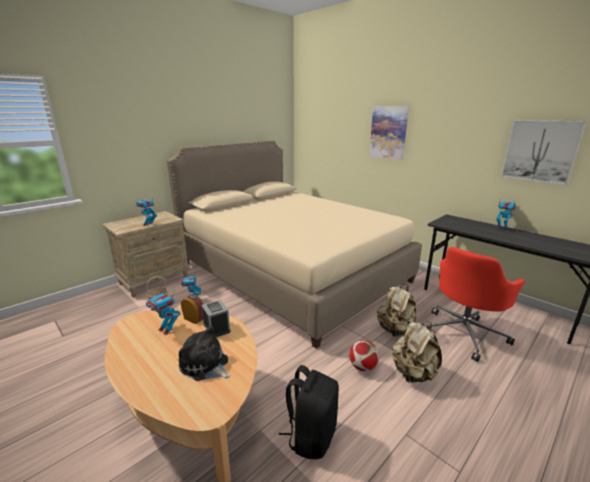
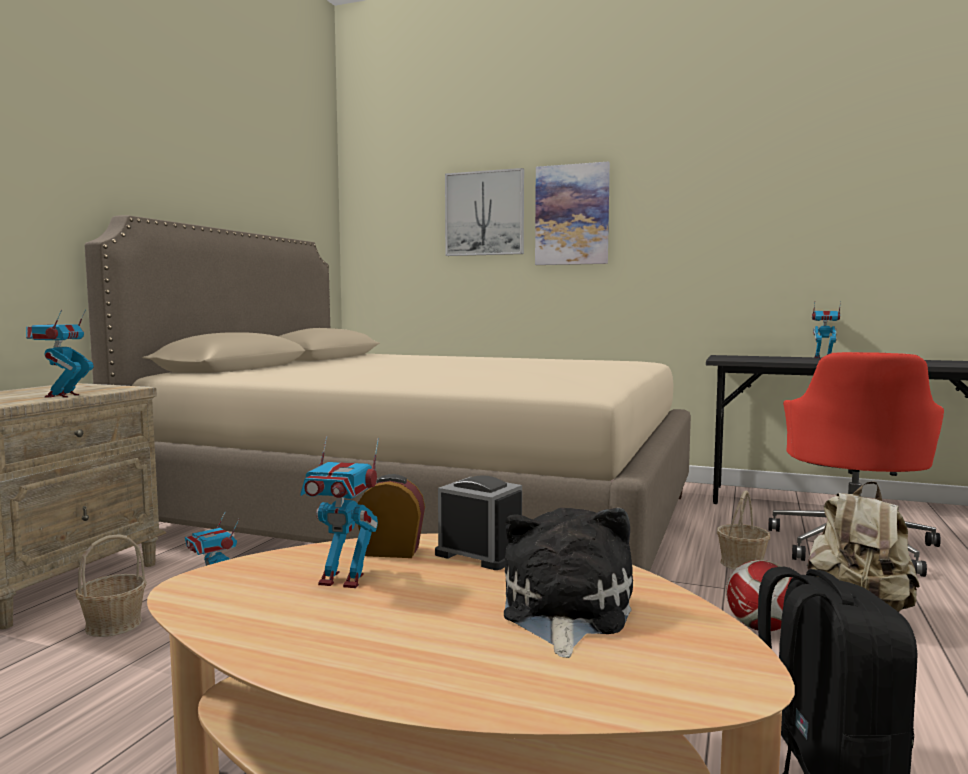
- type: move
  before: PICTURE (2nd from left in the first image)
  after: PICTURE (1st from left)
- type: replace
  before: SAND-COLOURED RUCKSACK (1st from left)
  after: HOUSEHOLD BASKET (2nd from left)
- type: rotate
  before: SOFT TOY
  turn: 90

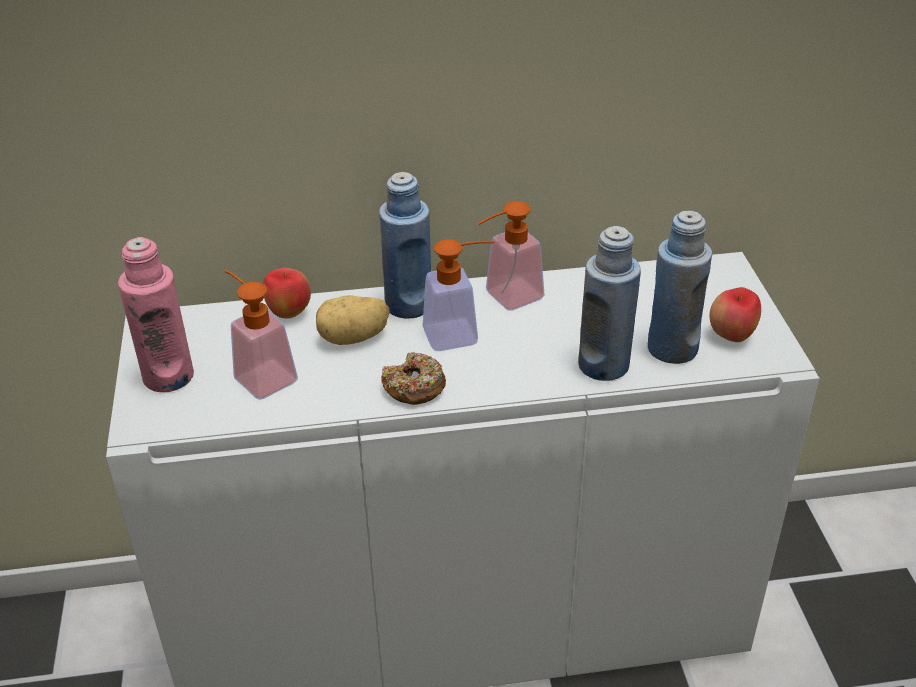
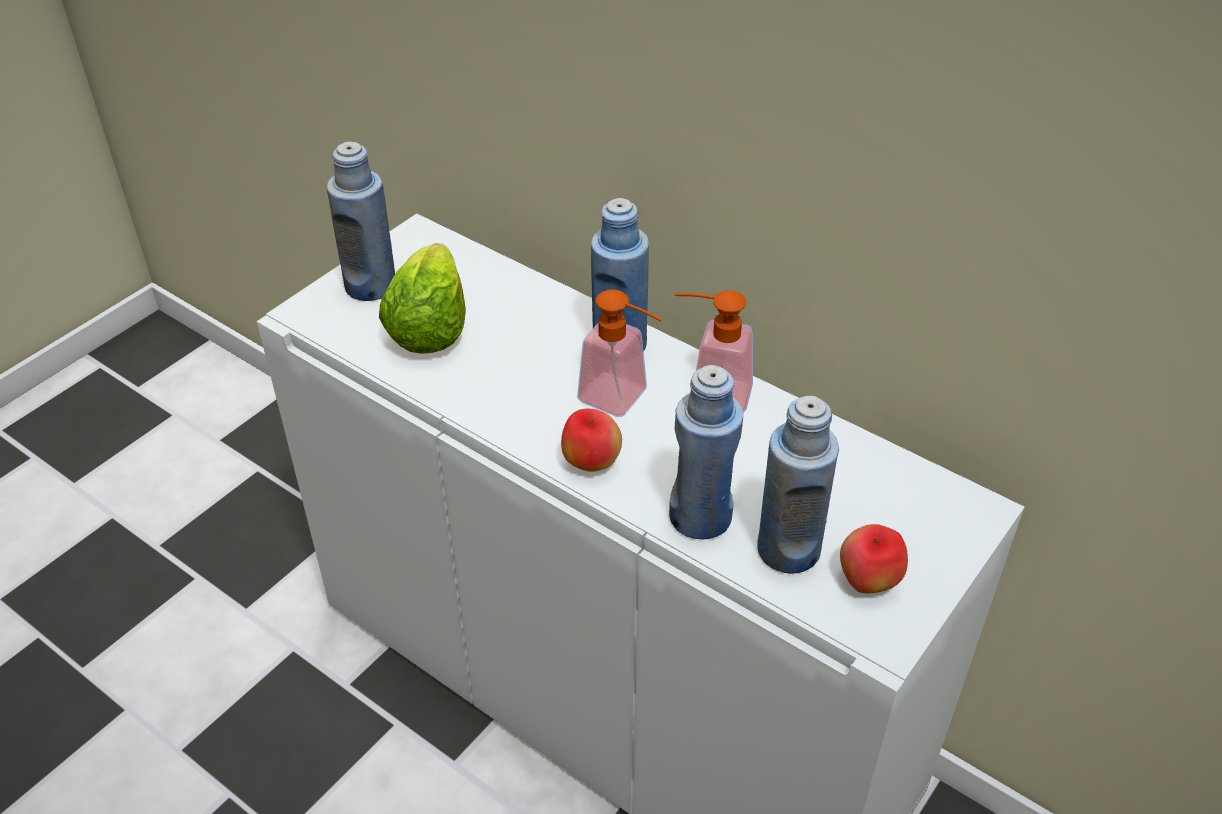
- type: recolor
  before: PINK-COLOURED BEVERAGE BOTTLE
  after: BLUE-COLOURED BEVERAGE BOTTLE (1st from left)
- type: move
  before: APPLE FRUIT (1st from left)
- type: replace
  before: LIQUID SOAP BOTTLE (1st from left)
  after: LETTUCE
- type: delete
  before: POTATO
- type: delete
  before: DONUT

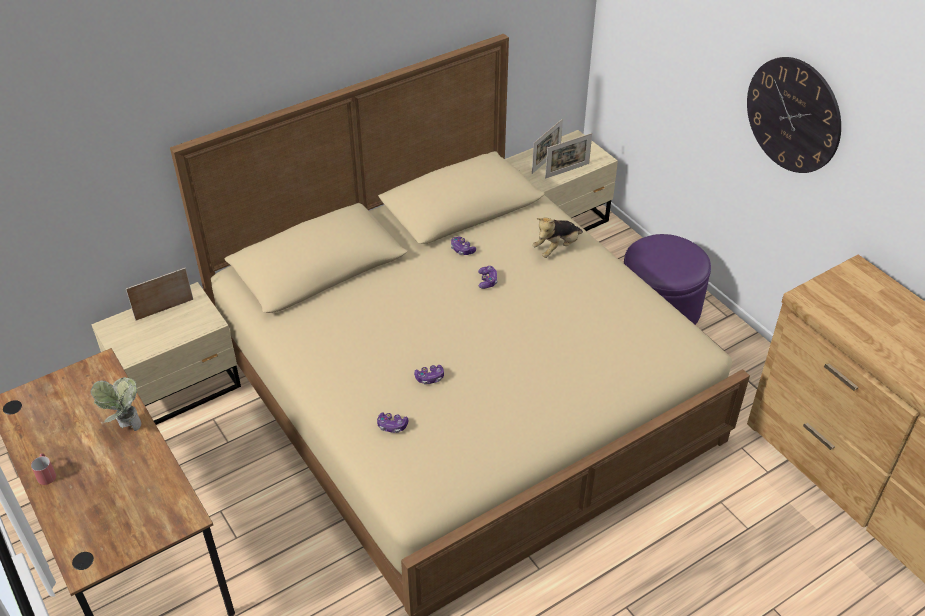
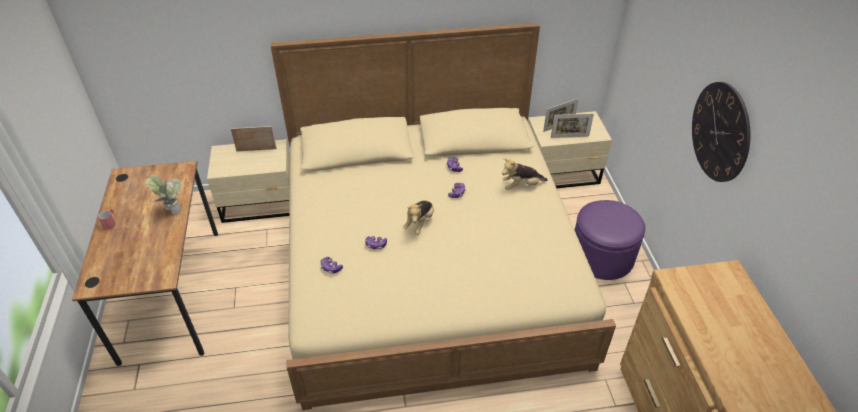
- type: insert
  after: SOFT TOY (1st from left)

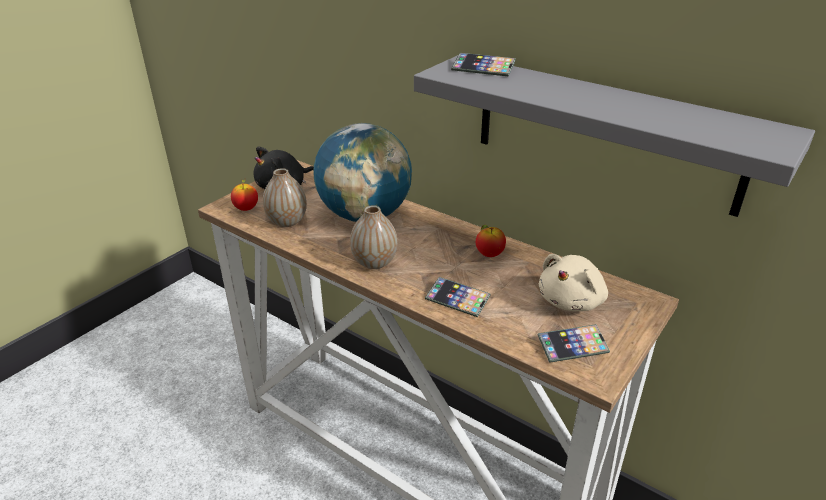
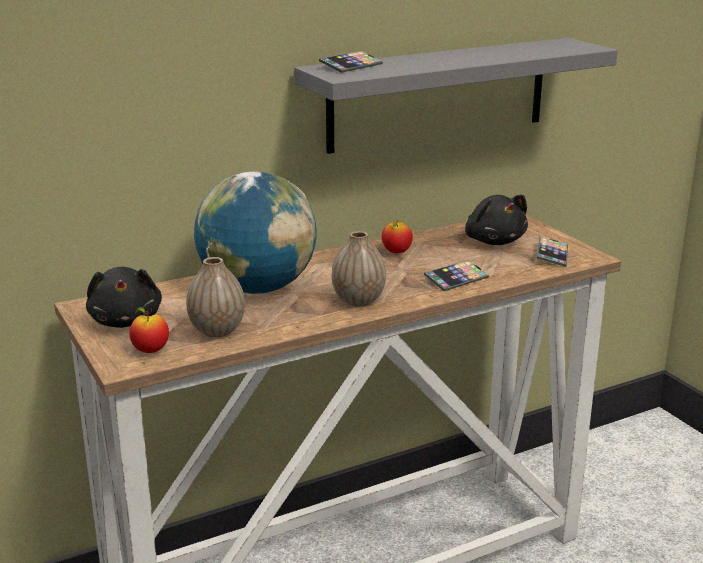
- type: recolor
  before: SAND-COLOURED SOFT TOY
  after: BLACKISH SOFT TOY (2nd from left)

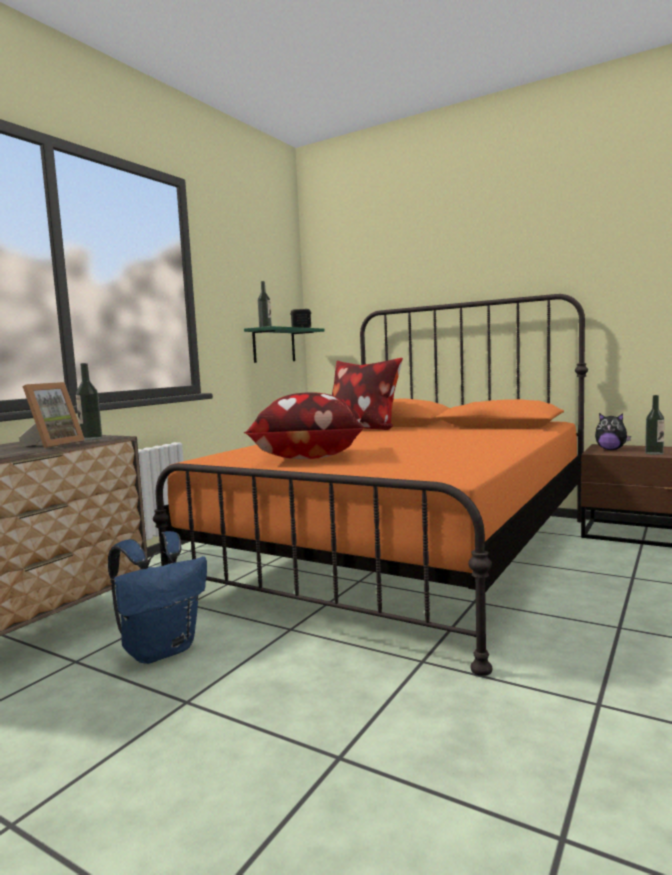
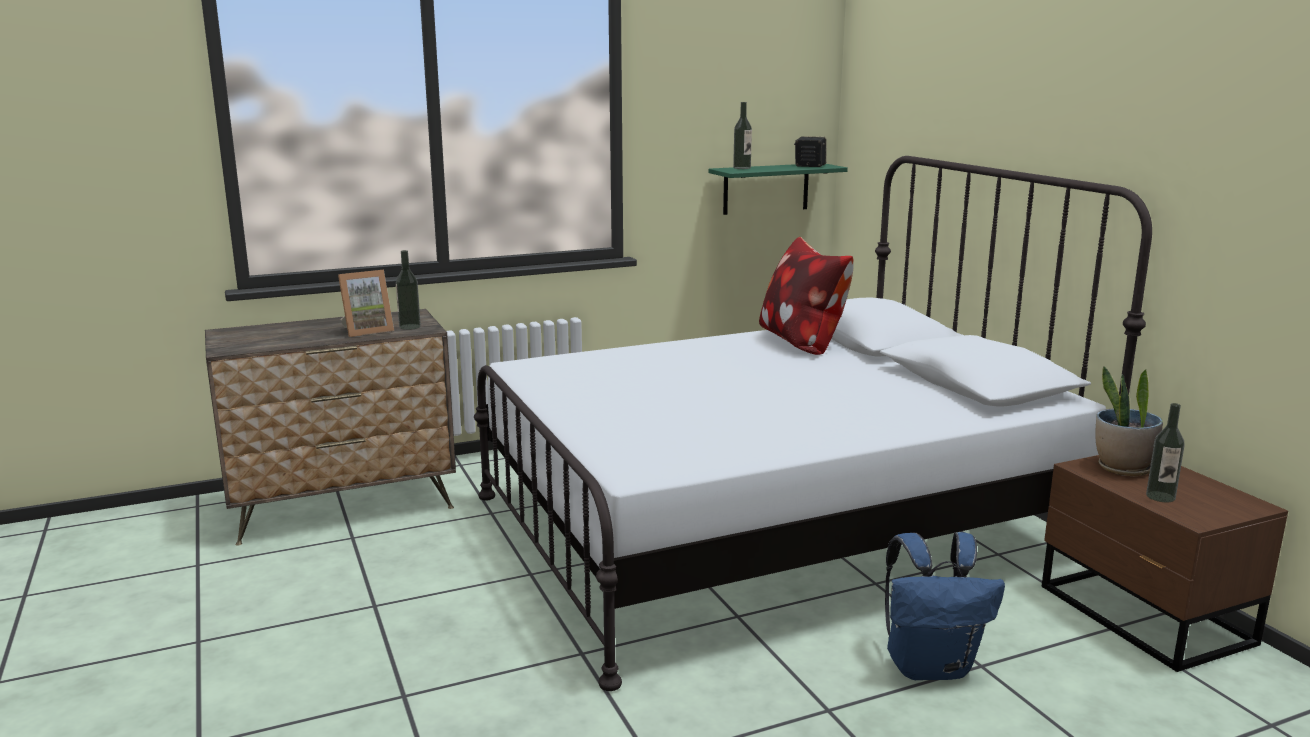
- type: recolor
  before: ORANGEY SLEEPING BED
  after: WHITE SLEEPING BED
- type: delete
  before: PILLOW (1st from left)
- type: replace
  before: SOFT TOY
  after: POTTED PLANT
- type: move
  before: BLUE-COLOURED RUCKSACK

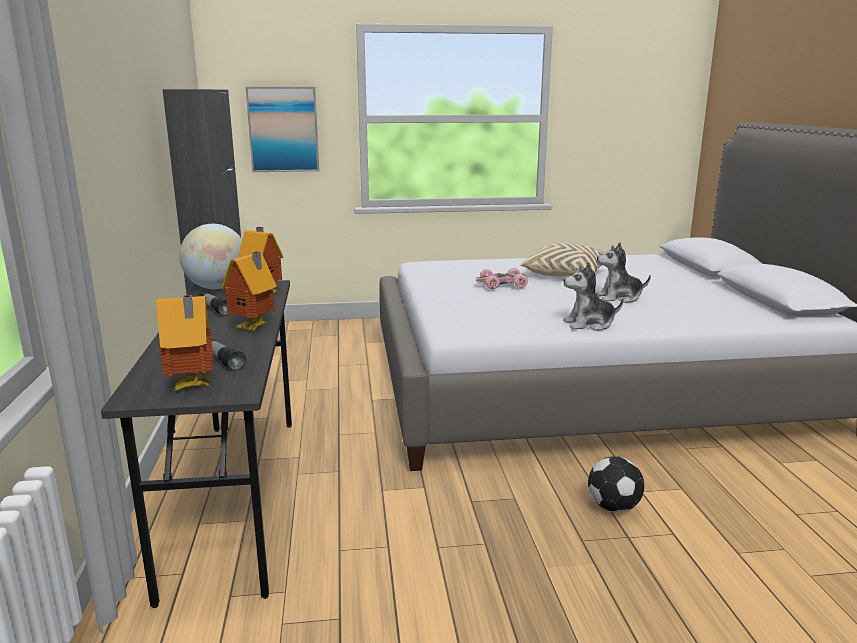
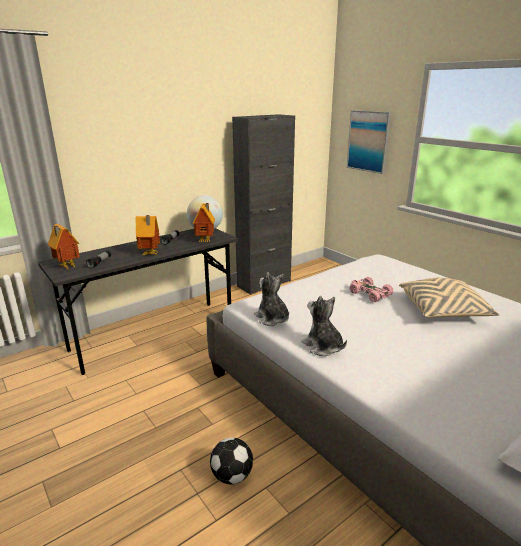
- type: move
  before: SOFT TOY (2nd from left in the first image)
  after: SOFT TOY (1st from left)

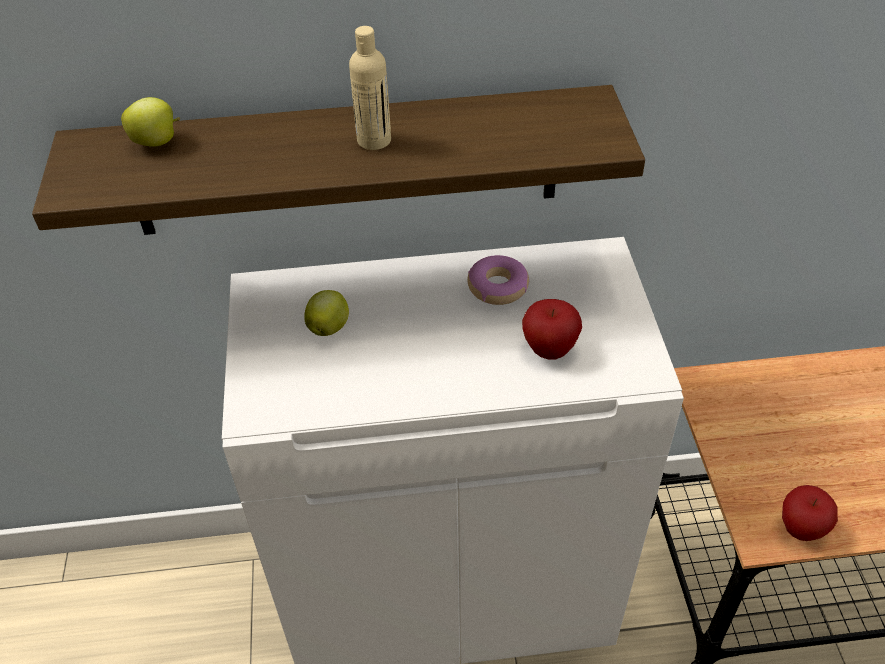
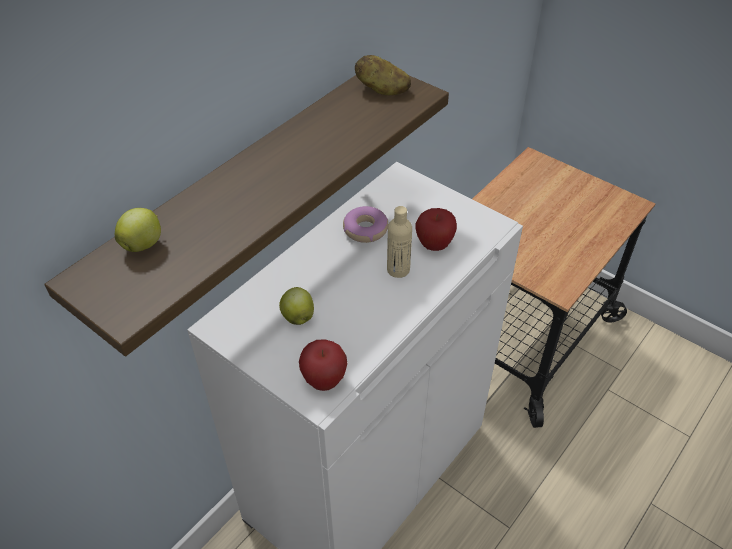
- type: move
  before: SAND-COLOURED BEVERAGE BOTTLE
- type: move
  before: APPLE FRUIT (4th from left in the first image)
  after: APPLE FRUIT (3rd from left)
- type: insert
  after: POTATO

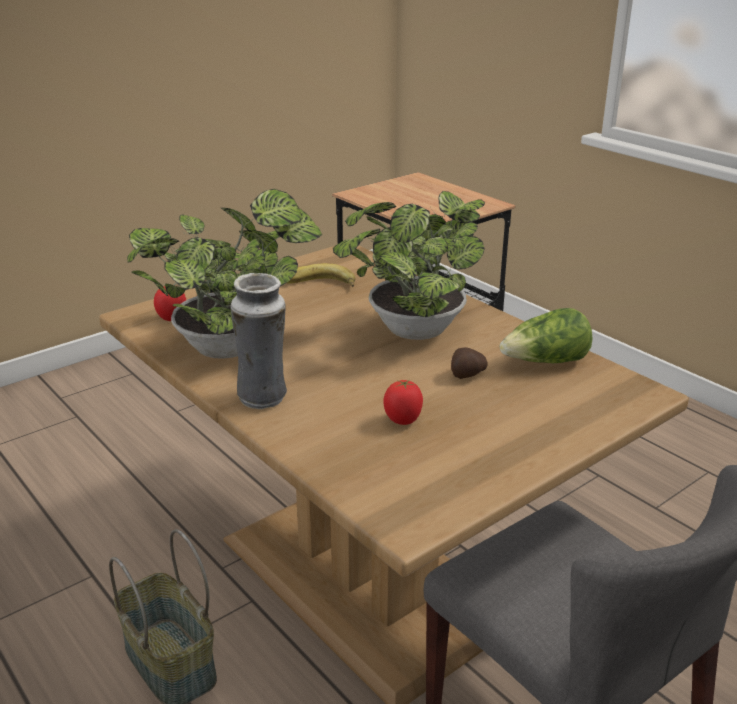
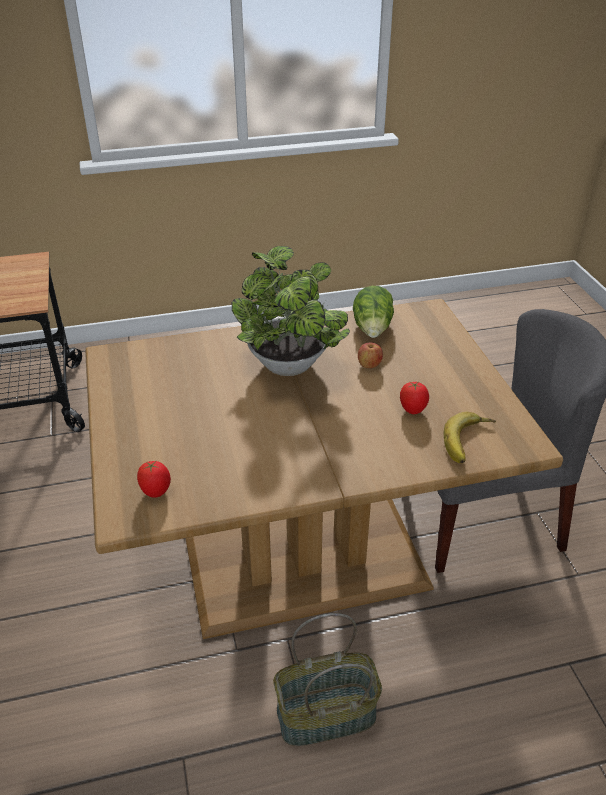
- type: delete
  before: POTTED PLANT (1st from left)
- type: move
  before: BANANA FRUIT
- type: delete
  before: DECORATIVE VASE
- type: replace
  before: POTATO
  after: APPLE FRUIT

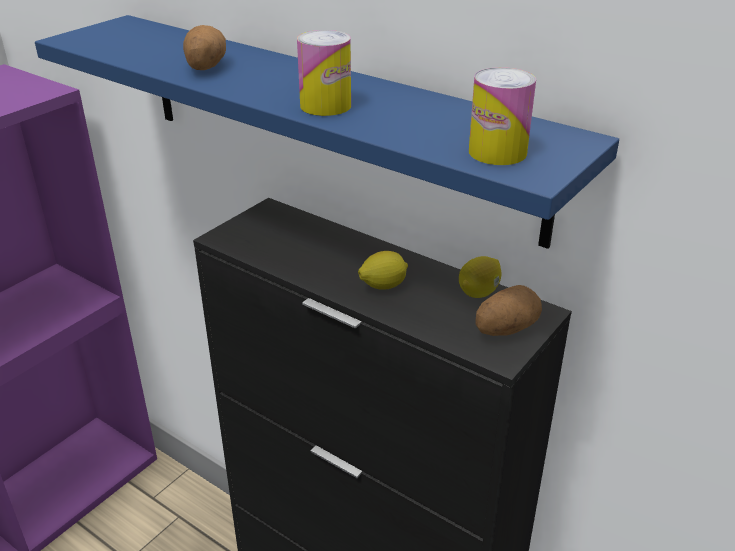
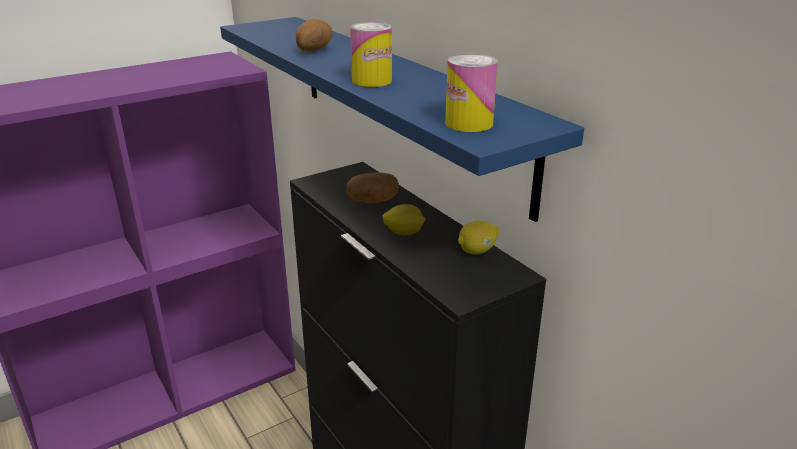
- type: move
  before: POTATO (2nd from left)

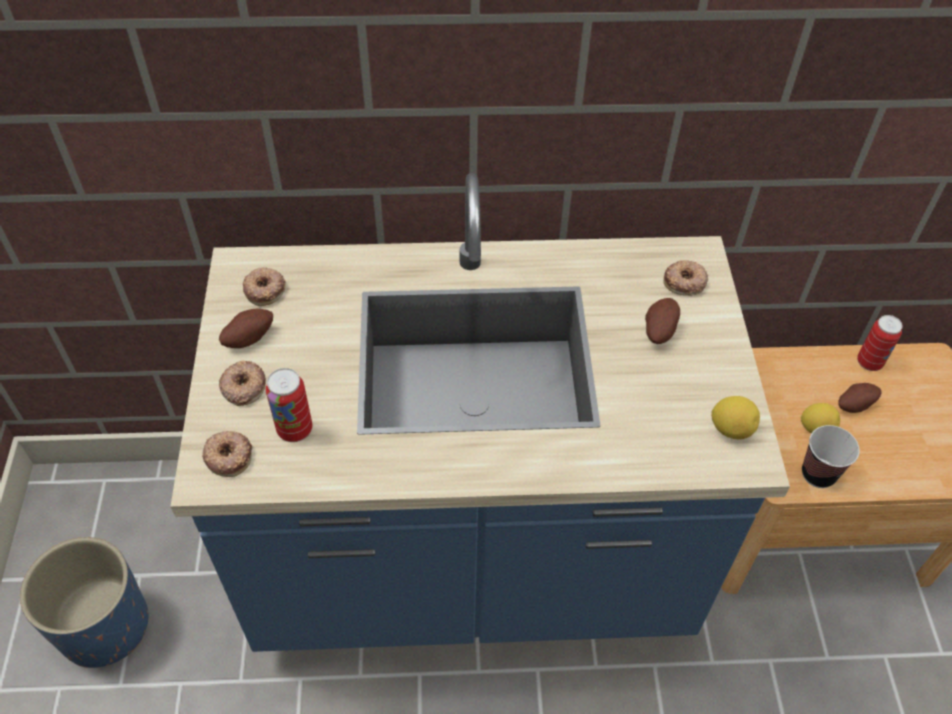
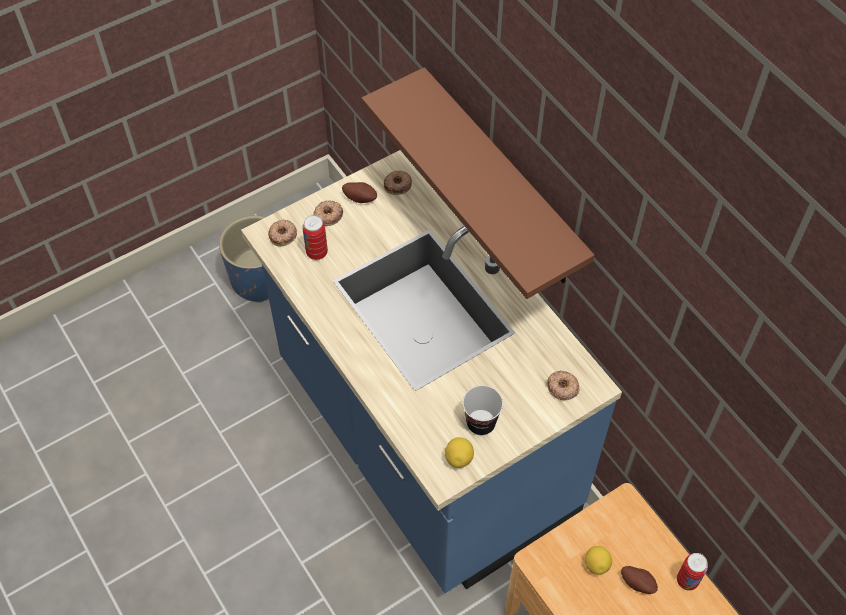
- type: delete
  before: POTATO (2nd from left)
- type: move
  before: DRINKING CUP
- type: insert
  after: BROWNISH SHELF

